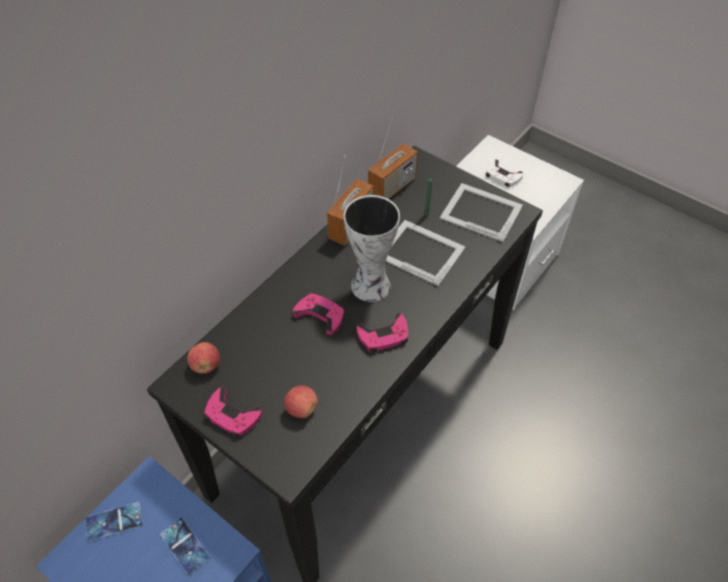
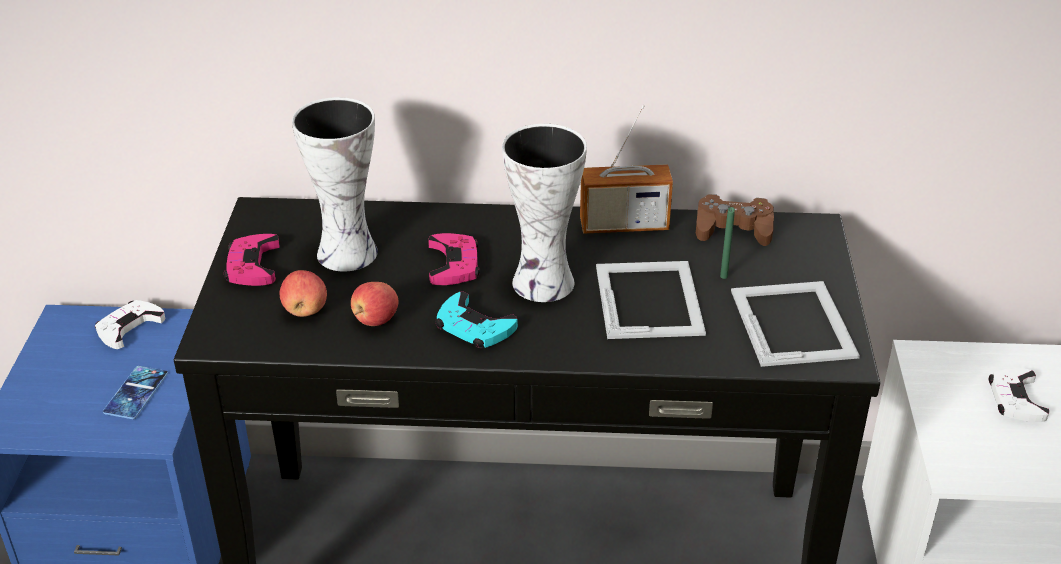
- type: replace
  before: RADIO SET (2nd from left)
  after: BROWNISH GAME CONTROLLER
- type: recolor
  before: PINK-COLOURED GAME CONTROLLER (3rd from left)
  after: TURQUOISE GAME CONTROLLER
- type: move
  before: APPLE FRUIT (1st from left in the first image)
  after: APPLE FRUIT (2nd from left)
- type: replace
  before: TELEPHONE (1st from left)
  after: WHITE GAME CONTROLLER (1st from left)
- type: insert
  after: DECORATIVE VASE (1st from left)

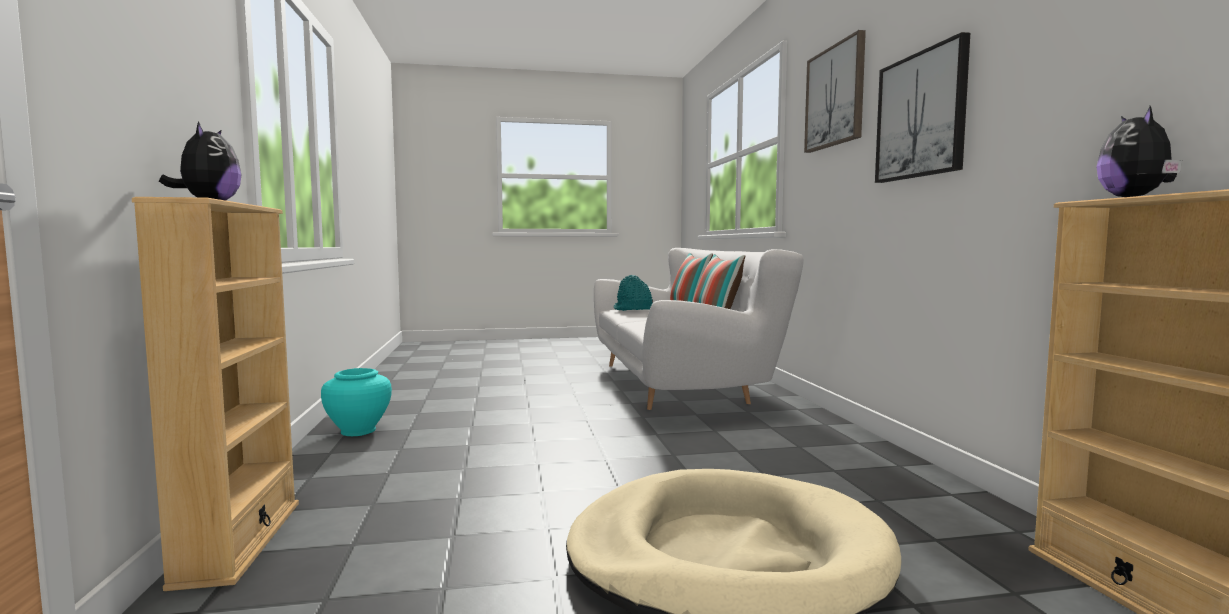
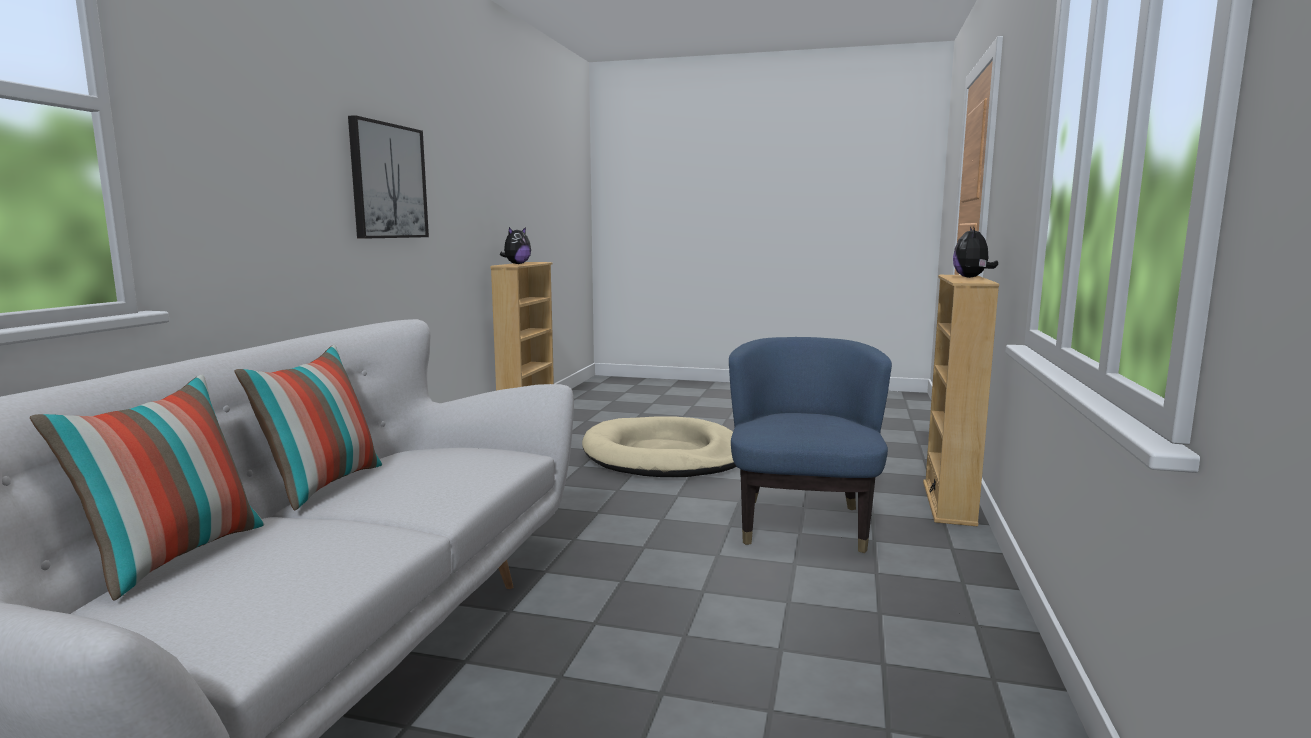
- type: delete
  before: PICTURE (1st from left)
- type: delete
  before: TURQUOISE HAT
- type: delete
  before: TURQUOISE DECORATIVE VASE
- type: insert
  after: BLUE-COLOURED LOUNGE CHAIR

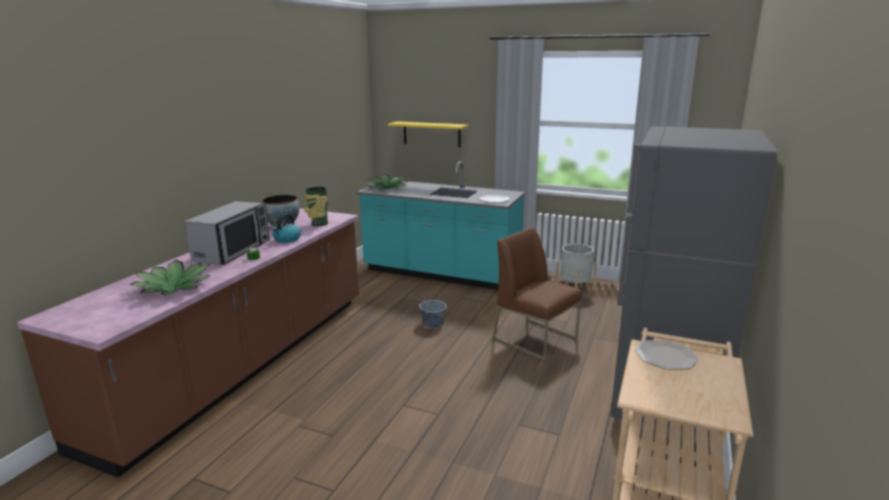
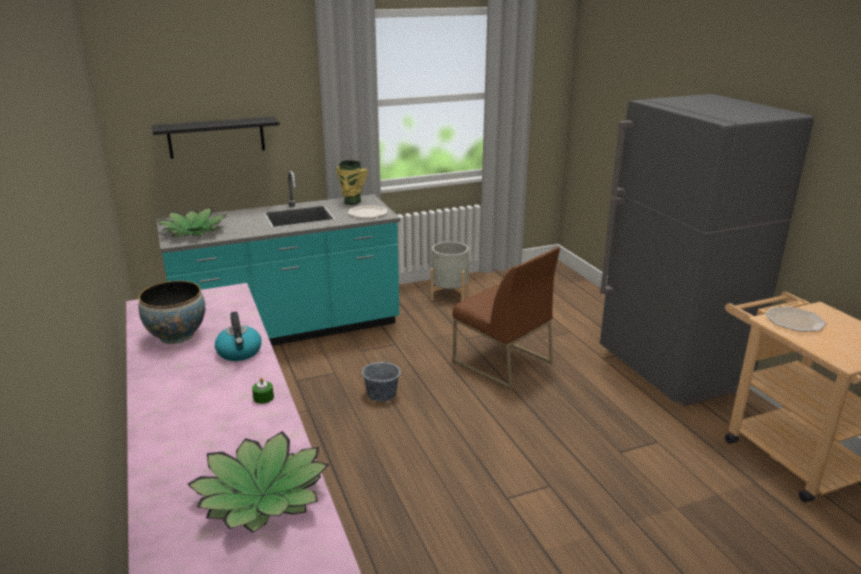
- type: recolor
  before: YELLOW SHELF
  after: BLACKISH SHELF
- type: move
  before: DECORATIVE VASE
- type: delete
  before: MICROWAVE
- type: rotate
  before: BROWNISH PLAIN CHAIR
  turn: -135

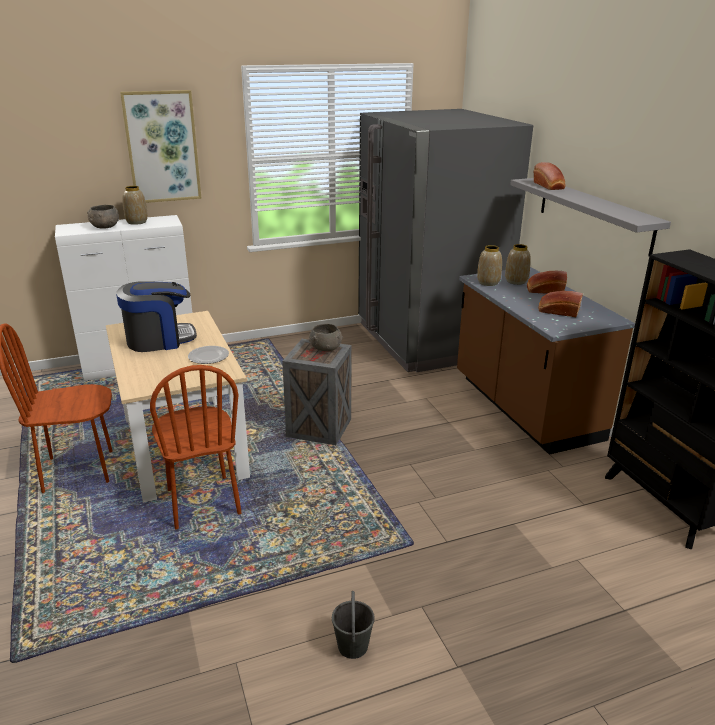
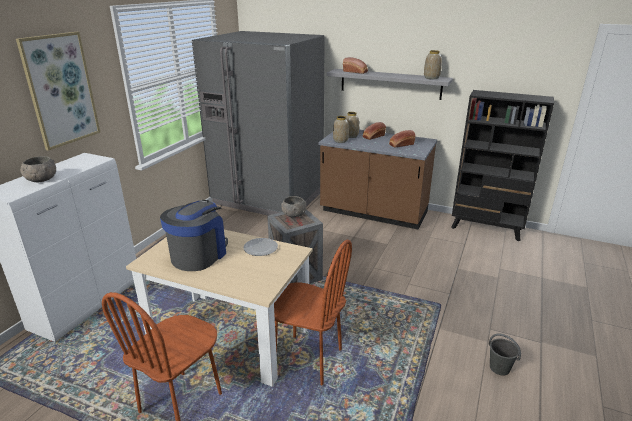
- type: move
  before: DECORATIVE VASE (1st from left in the first image)
  after: DECORATIVE VASE (3rd from left)

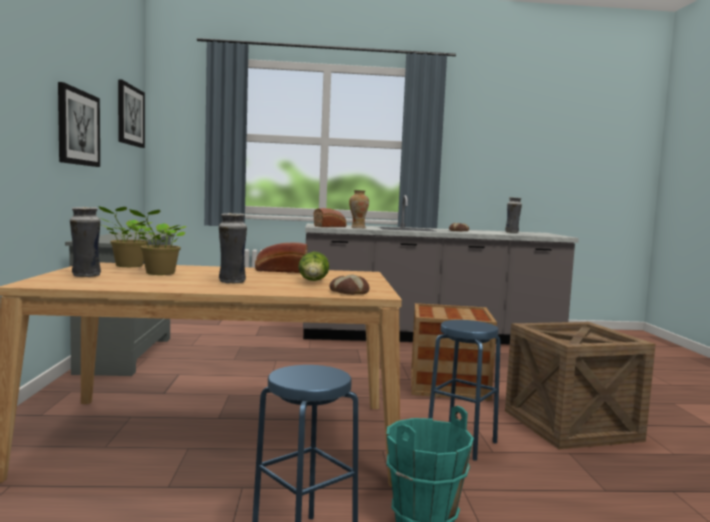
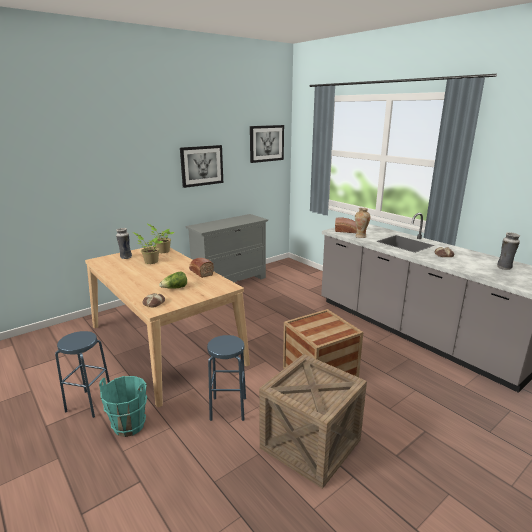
- type: delete
  before: DECORATIVE VASE (2nd from left)

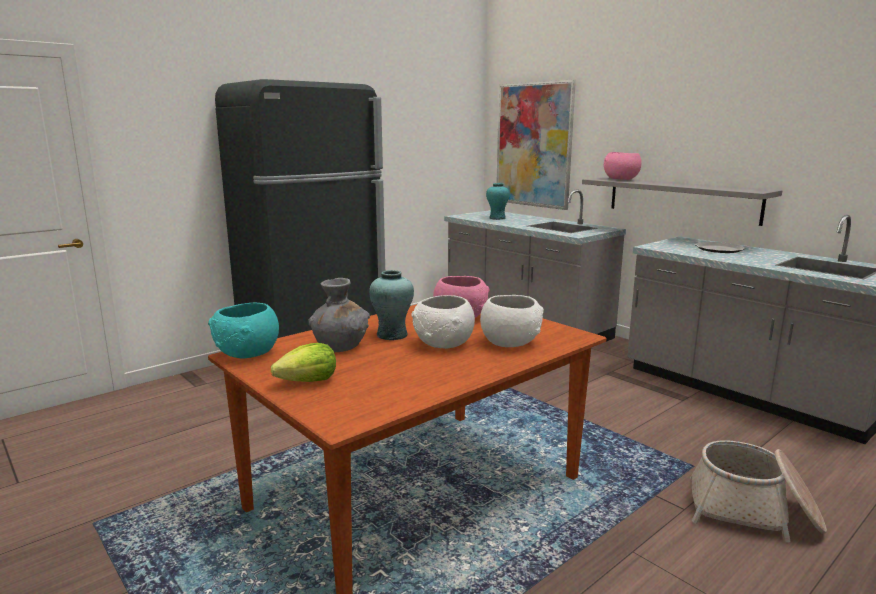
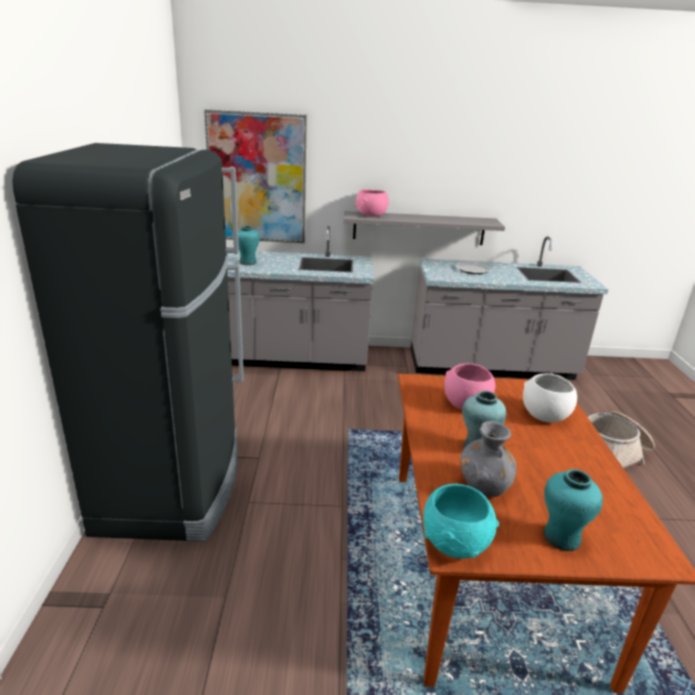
- type: delete
  before: WHITE DEEP DISH (1st from left)
- type: replace
  before: LETTUCE
  after: TURQUOISE DECORATIVE VASE (3rd from left)

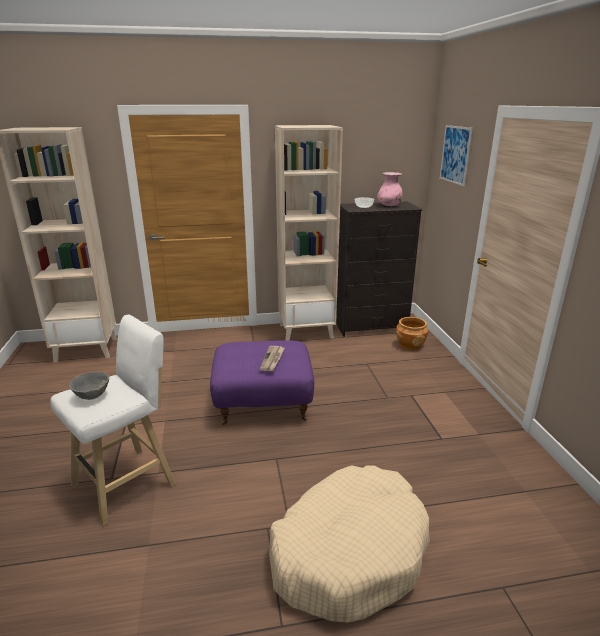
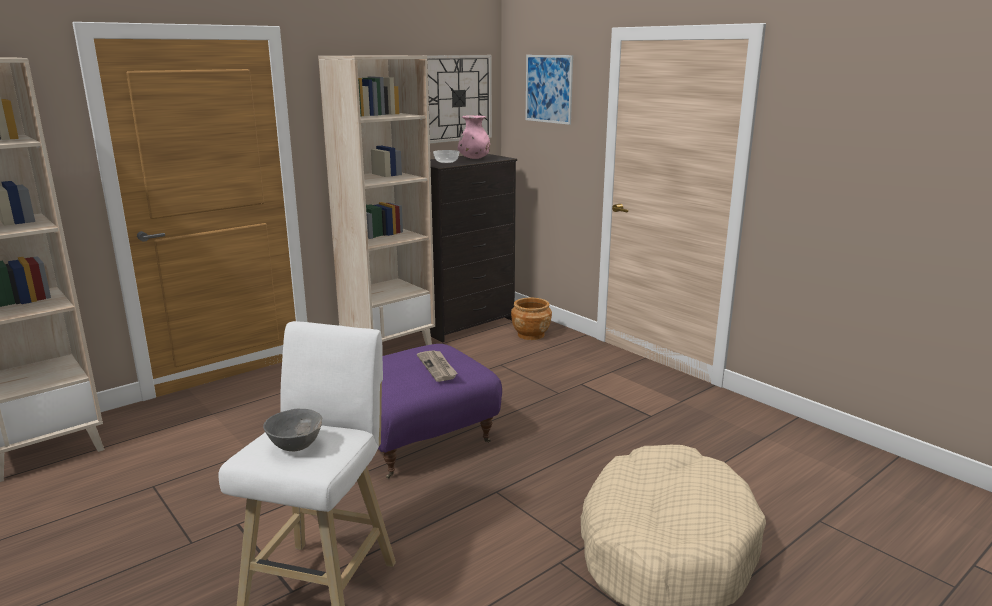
- type: insert
  after: HANGING CLOCK

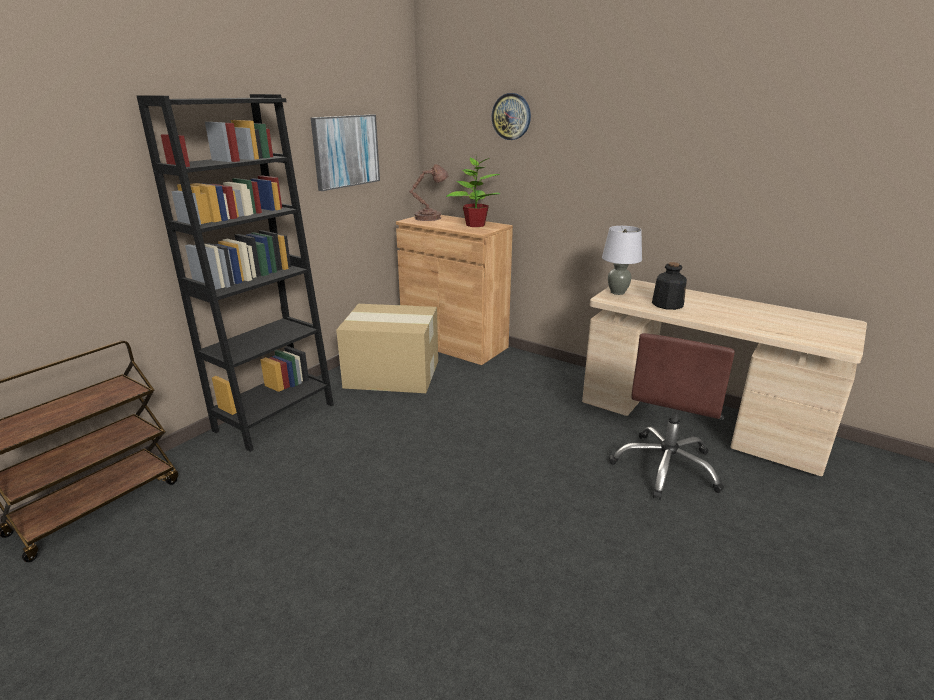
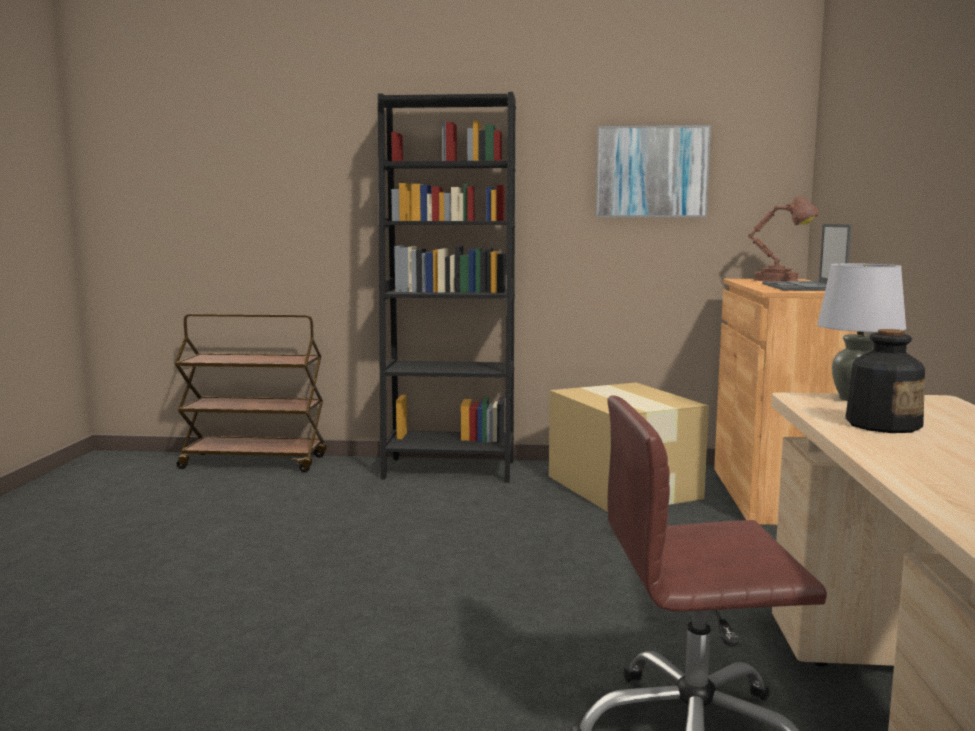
- type: delete
  before: HANGING CLOCK
- type: replace
  before: POTTED PLANT
  after: NOTEBOOK COMPUTER

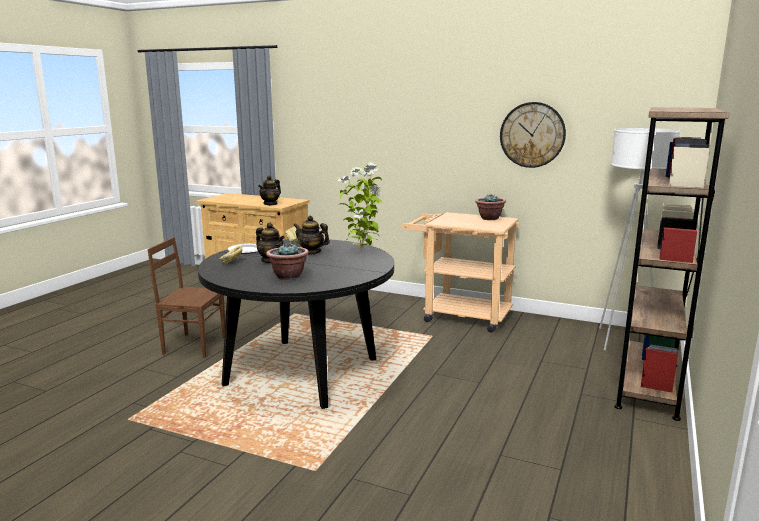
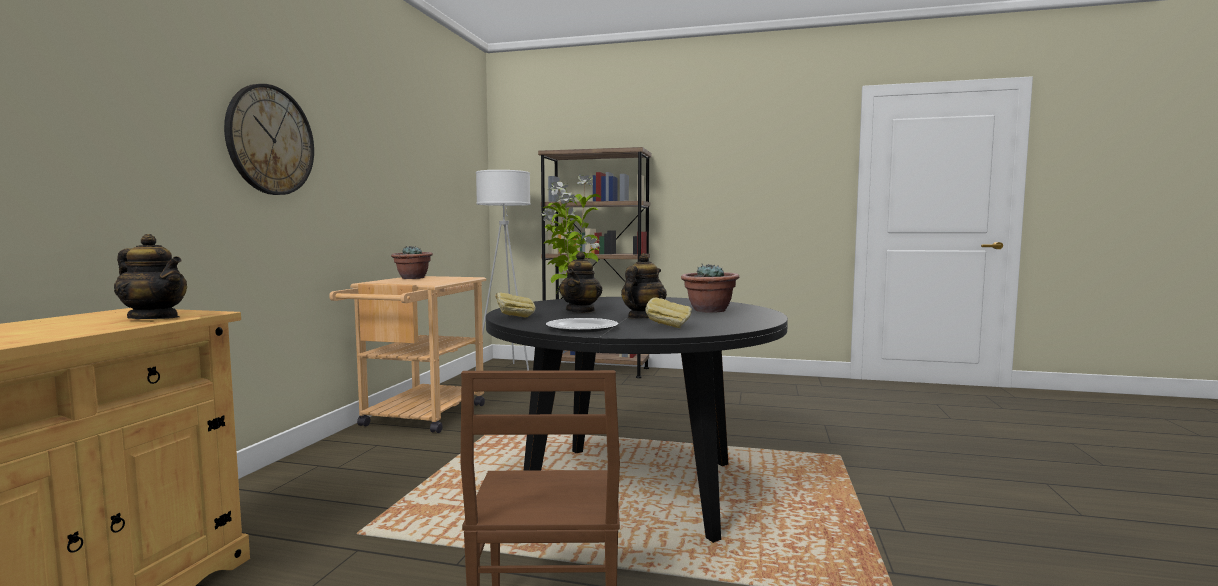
- type: move
  before: HANGING CLOCK

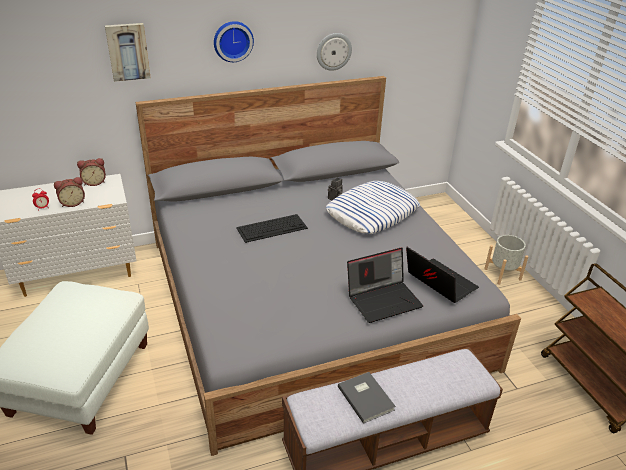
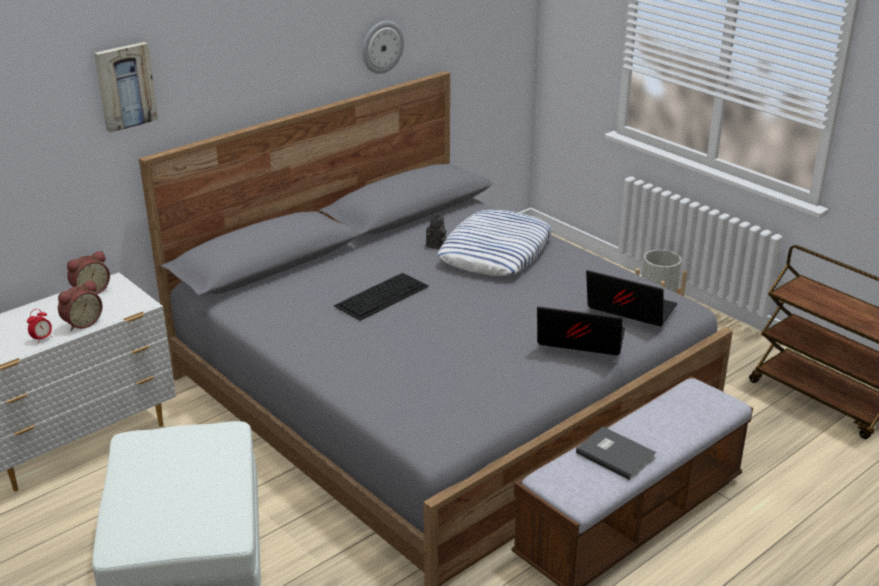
- type: delete
  before: HANGING CLOCK (1st from left)
- type: rotate
  before: NOTEBOOK COMPUTER (1st from left)
  turn: -120

